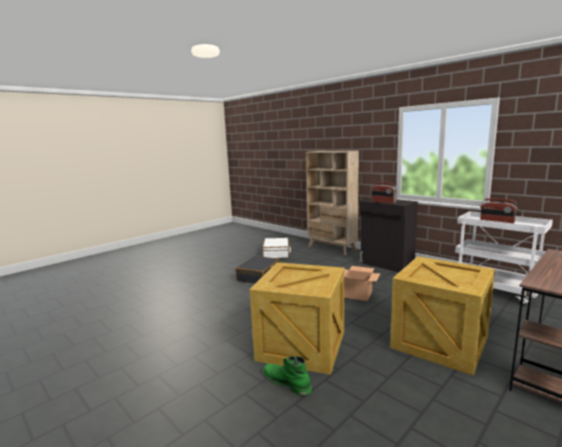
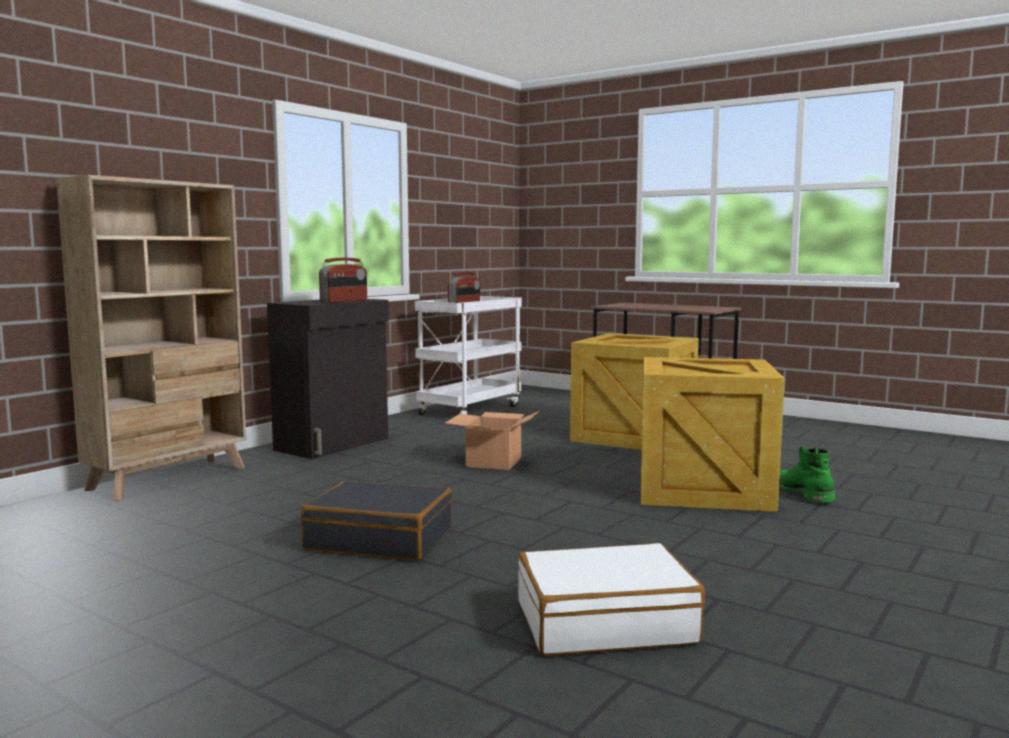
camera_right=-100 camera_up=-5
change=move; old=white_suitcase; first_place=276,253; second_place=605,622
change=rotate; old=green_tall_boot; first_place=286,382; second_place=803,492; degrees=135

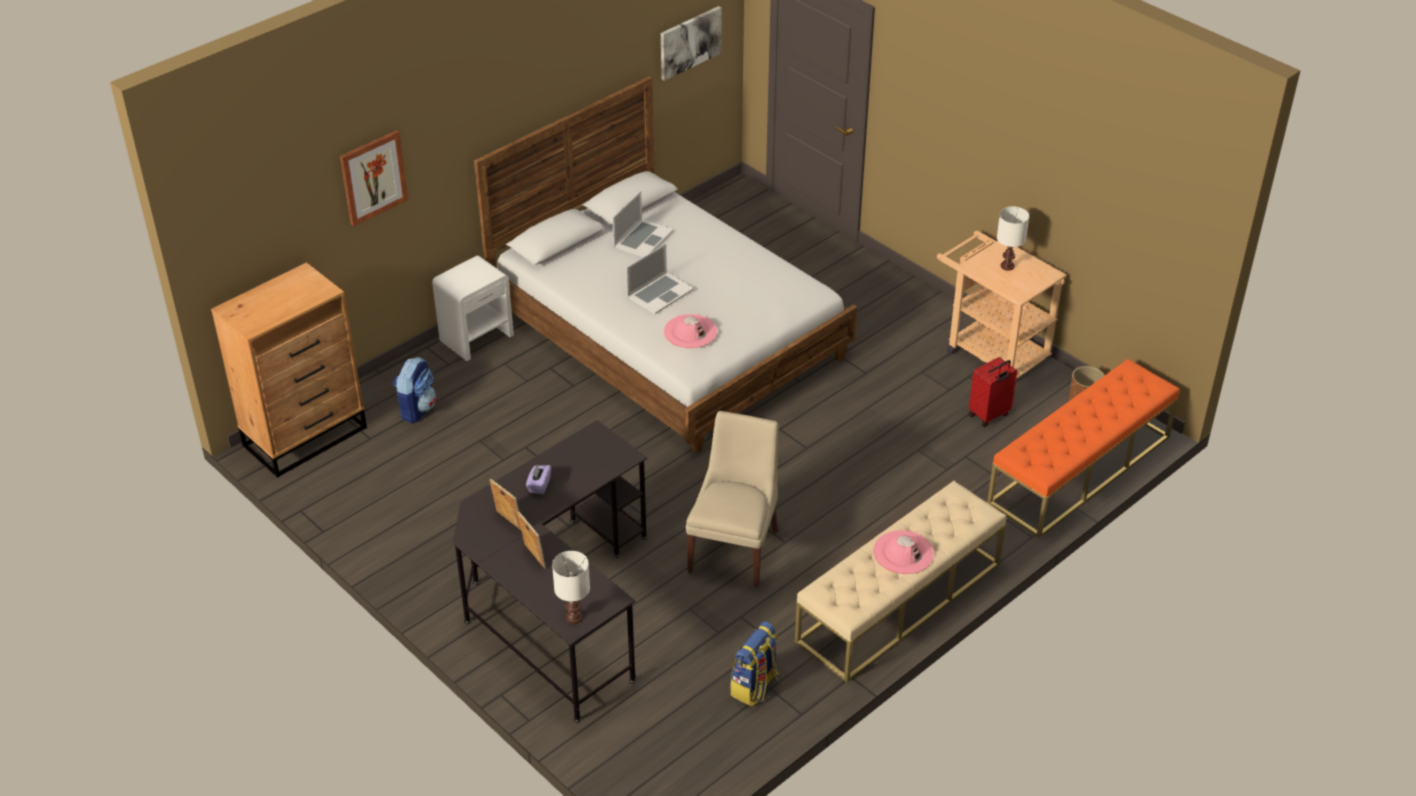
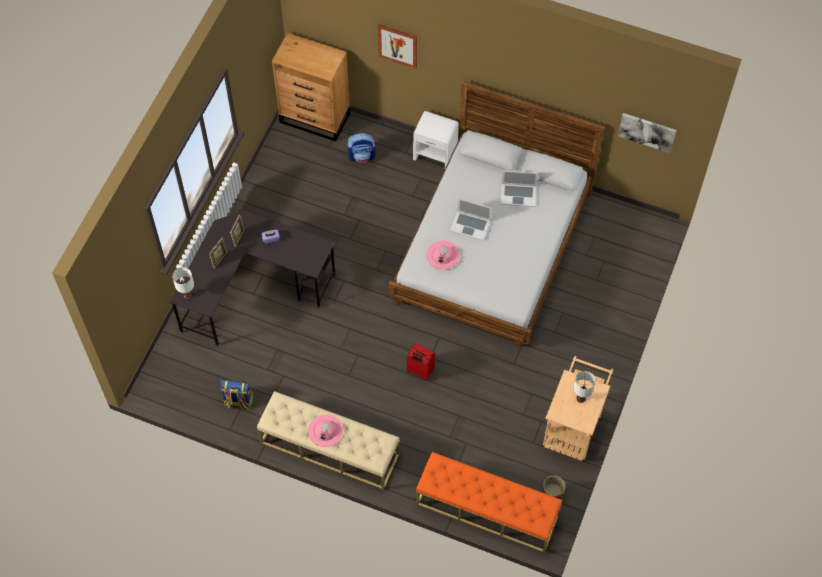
camera_right=65 camera_up=20
change=delete; old=beige_chair; first_place=734,548
change=move; old=red_suitcase; first_place=989,415; second_place=419,371

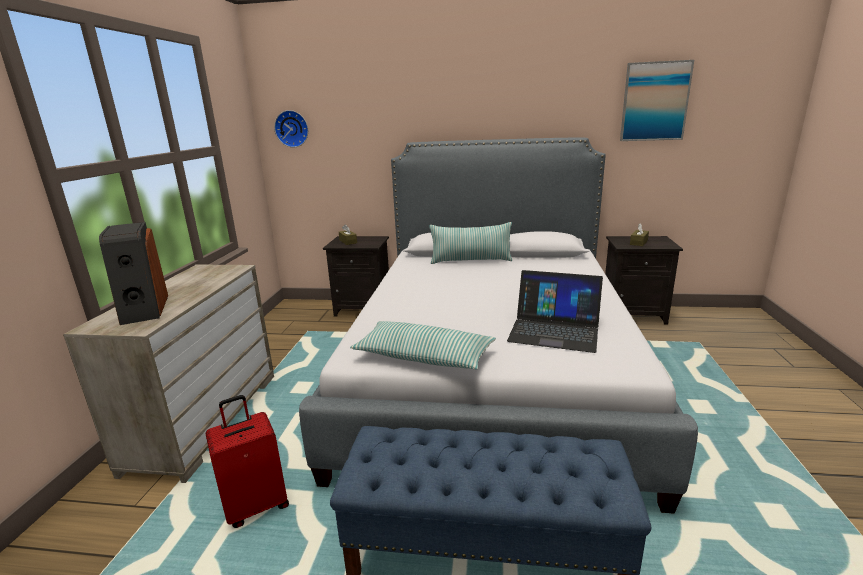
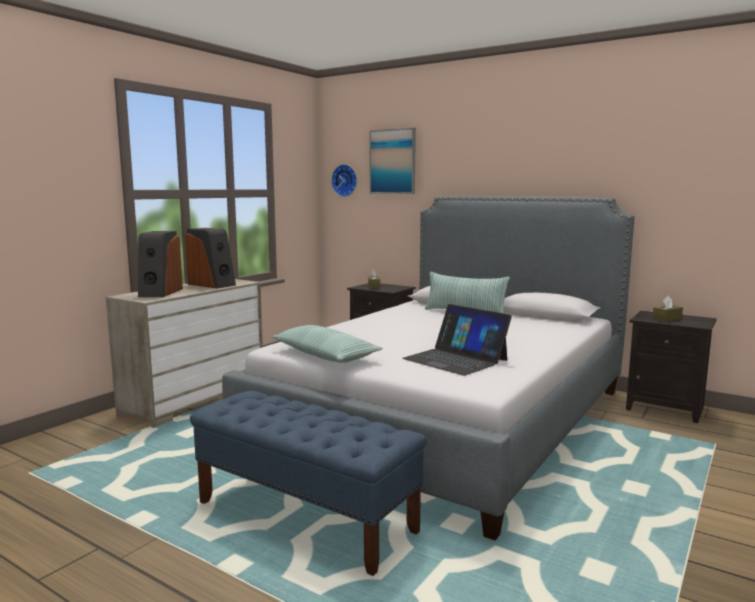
camera_right=25 camera_up=-10
change=delete; old=red_suitcase; first_place=256,505
change=insert; new=loudspeaker; second_place=212,284
change=move; old=wall_picture; first_place=654,101; second_place=393,161

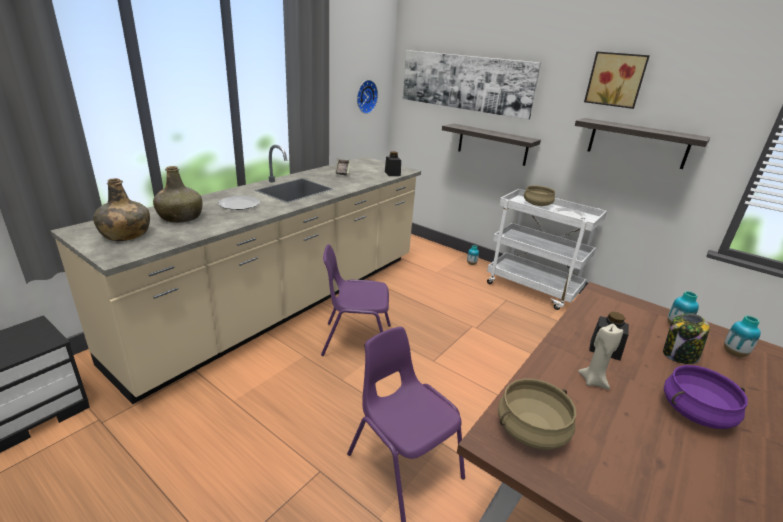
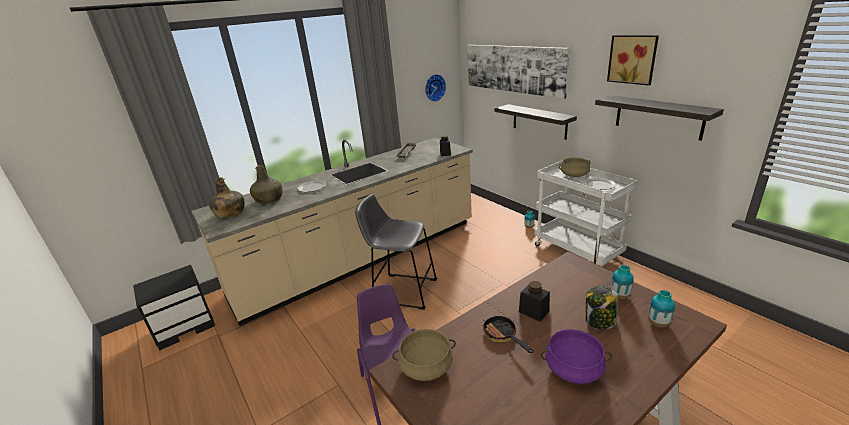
camera_right=20 camera_up=0
change=replace; old=purple_chair; new=greyish_sitting_stool; first_place=356,340; second_place=402,290
change=replace; old=beige_candle; new=skillet; first_place=593,381; second_place=503,336

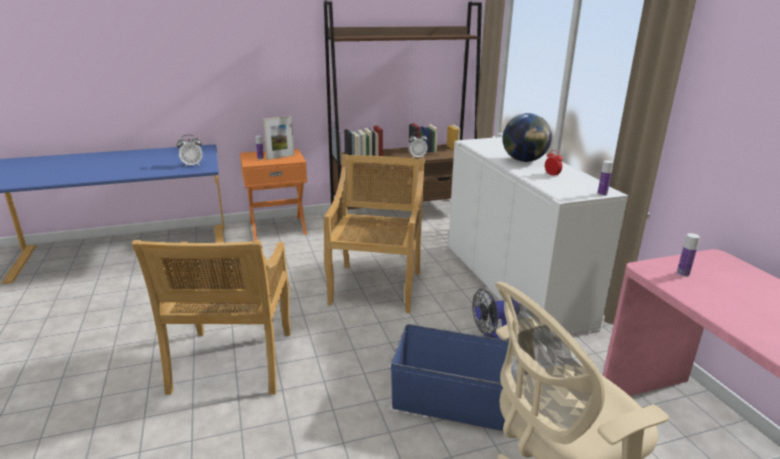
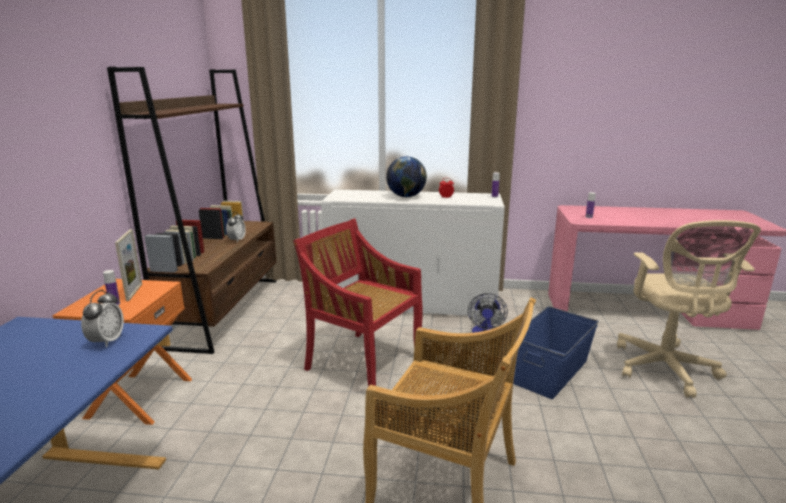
camera_right=-65 camera_up=-5
change=recolor; old=beige_chair; new=red_chair; first_place=376,287; second_place=362,362

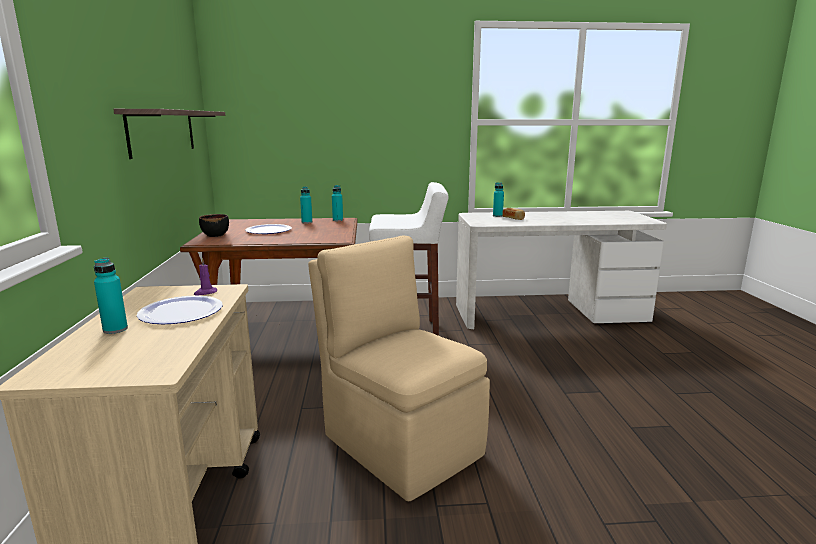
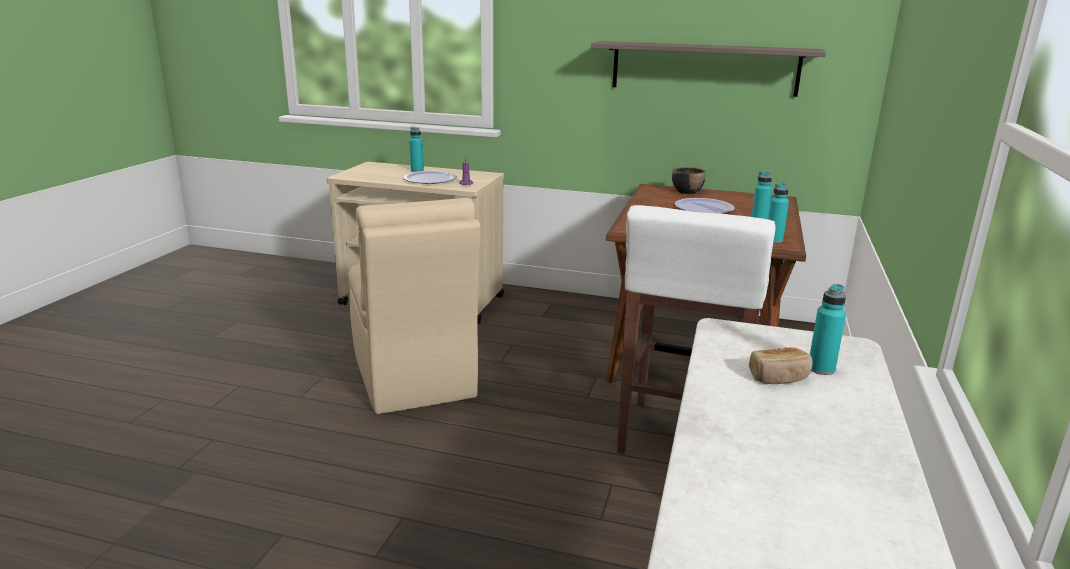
camera_right=110 camera_up=5
change=rotate; old=beige_chair; first_place=400,443; second_place=413,378; degrees=90

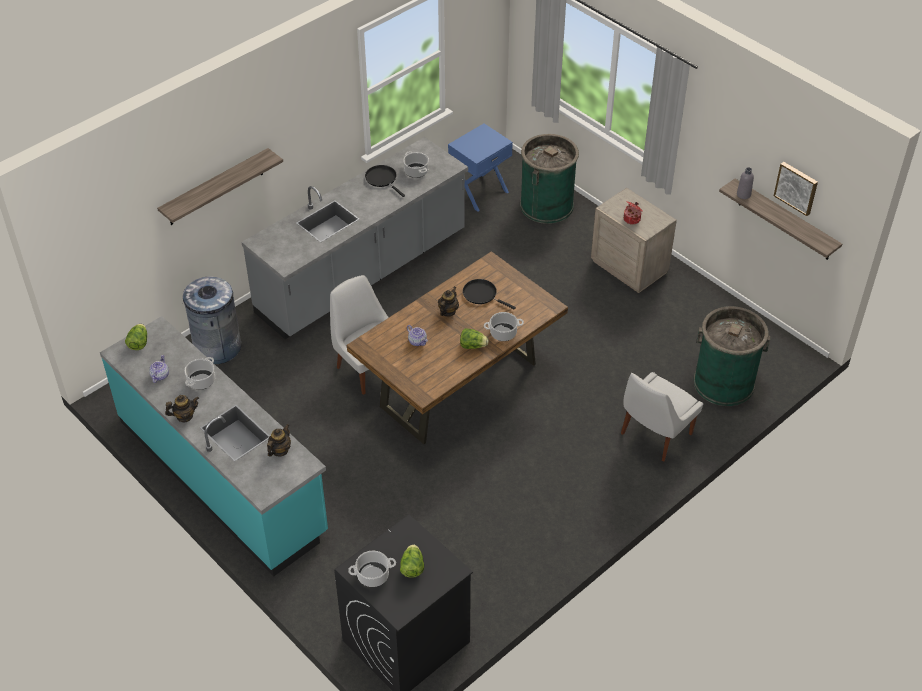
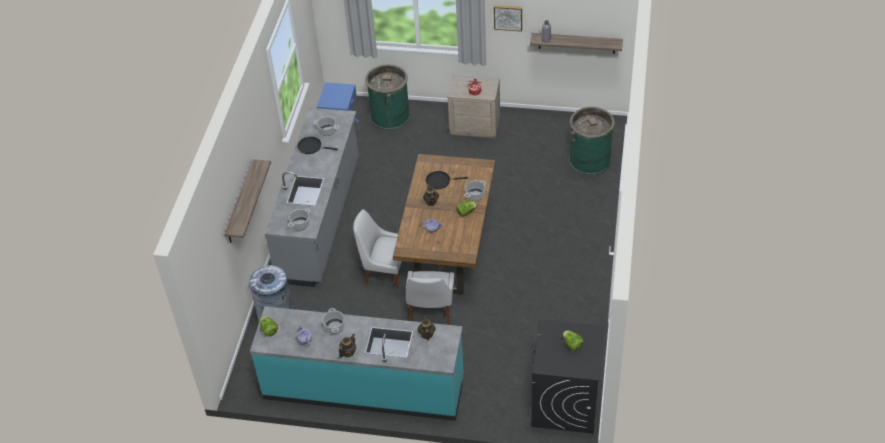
camera_right=-35 camera_up=0
change=move; old=cooking_pot; first_place=372,575; second_place=300,224
change=move; old=white_chair; first_place=654,435; second_place=431,311
change=move; old=wall_picture; first_place=796,187; second_place=508,17

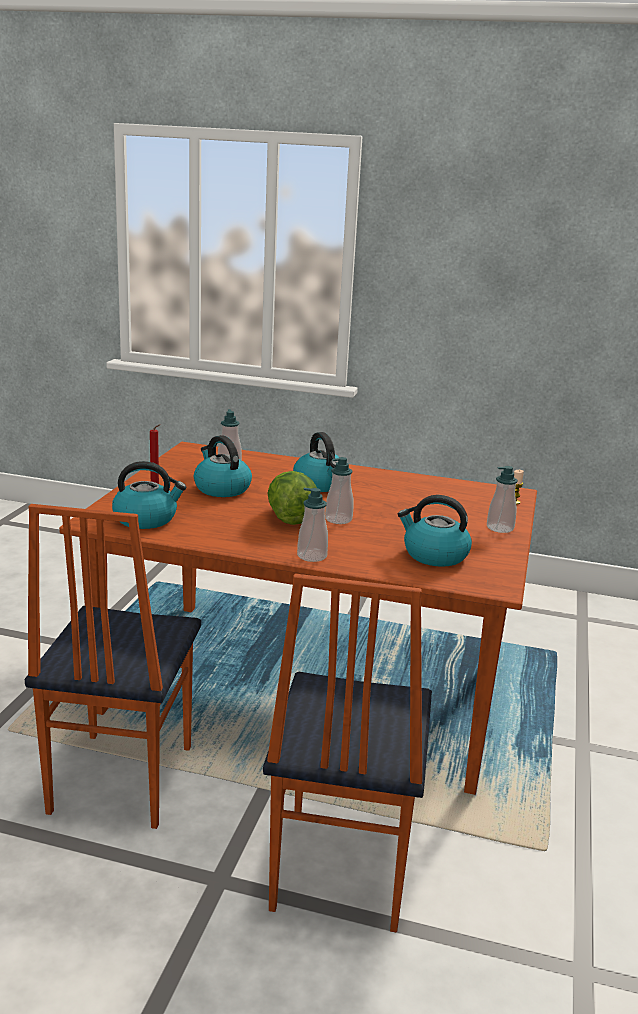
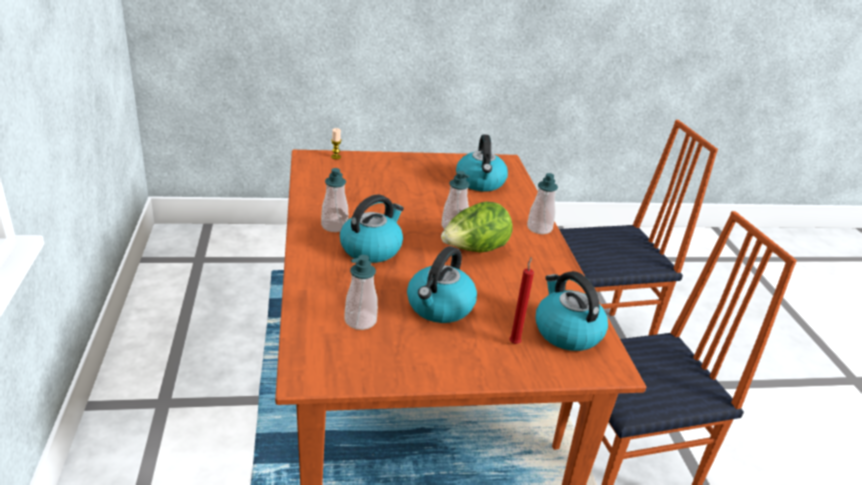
camera_right=-115 camera_up=10
change=move; old=liquid_soap_bottle; first_place=500,528; second_place=334,226

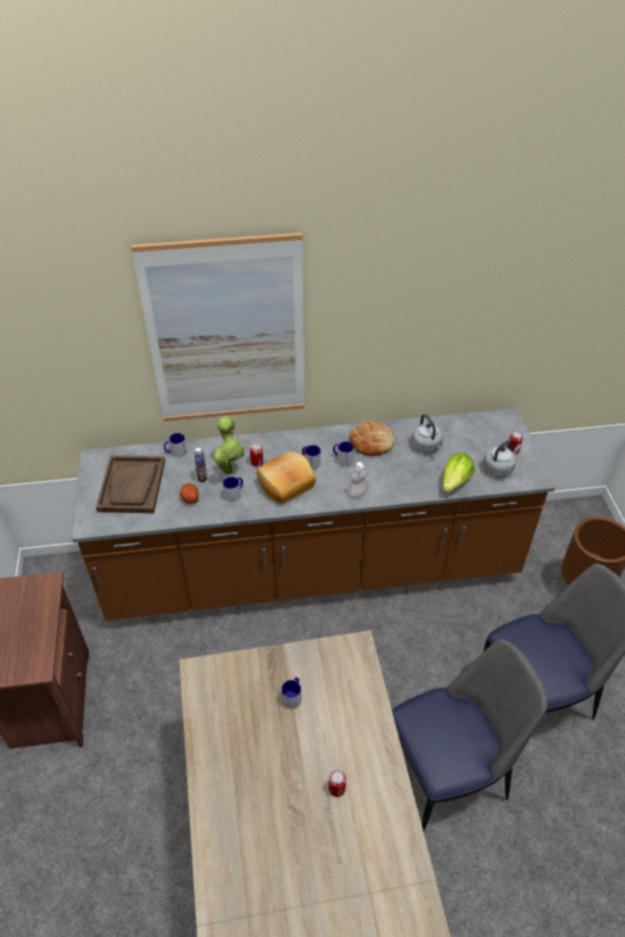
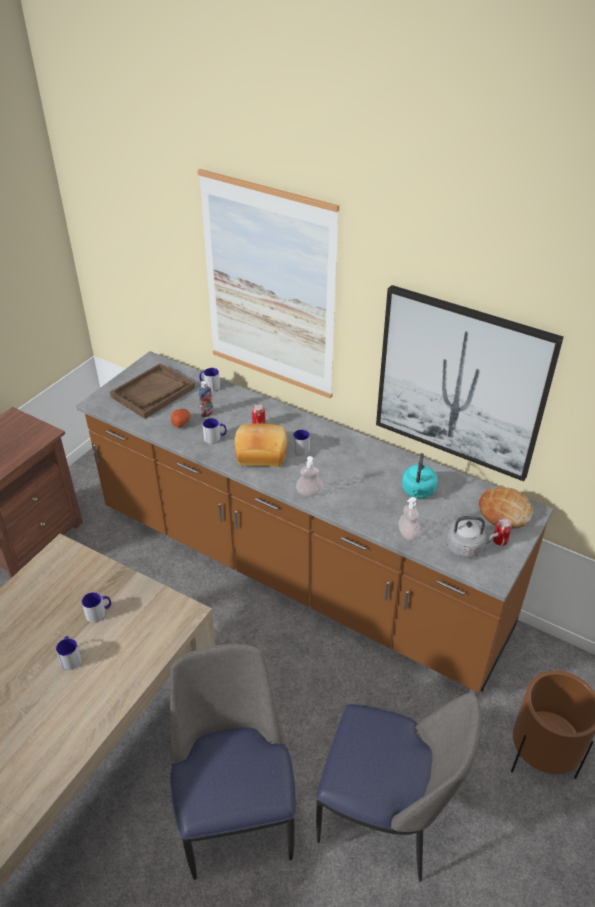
camera_right=40 camera_up=-5
change=delete; old=plant_in_a_pot; first_place=229,470
change=delete; old=metal_can; first_place=336,789
change=insert; new=wall_picture; second_place=461,383
change=move; old=tea_mug; first_place=342,459; second_place=71,657
change=move; old=bread; first_place=372,442; second_place=504,511
change=replace; old=lettuce_head; new=liquid_soap_bottle; first_place=455,482; second_place=408,534
change=recolor; old=greyish_water_kettle; new=turquoise-coloured_water_kettle; first_place=427,446; second_place=418,491
change=rotate; old=chair; first_place=449,772; second_place=236,811; degrees=-120

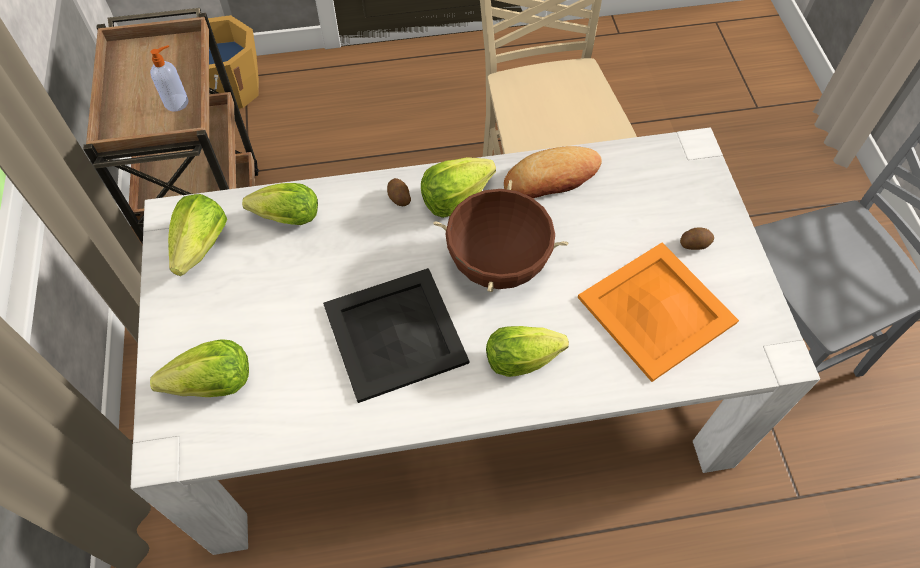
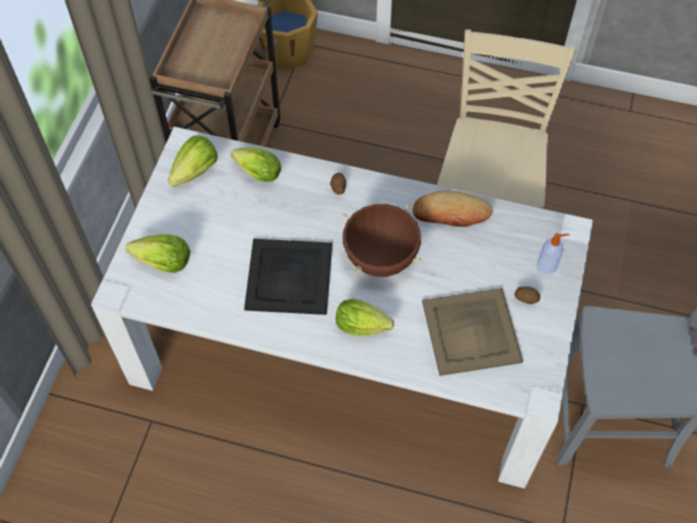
camera_right=25 camera_up=0
change=delete; old=lettuce_head; first_place=455,198
change=move; old=liquid_soap_bottle; first_place=177,102; second_place=548,265
change=recolor; old=orange-coloured_carrying_tray; new=beige_carrying_tray; first_place=656,308; second_place=472,330

